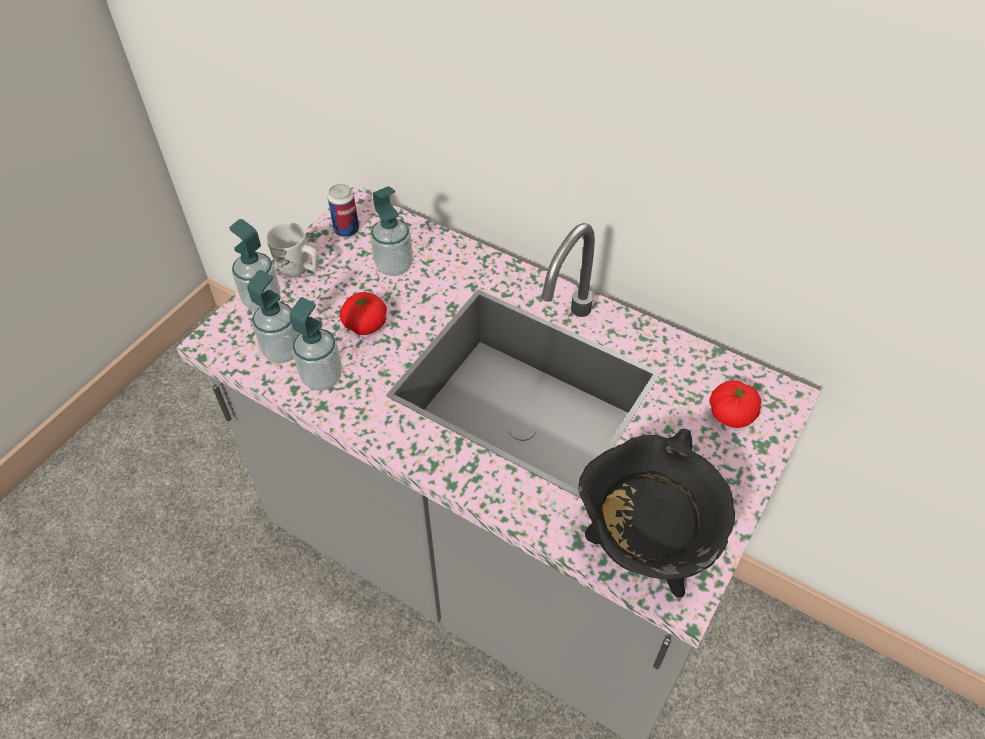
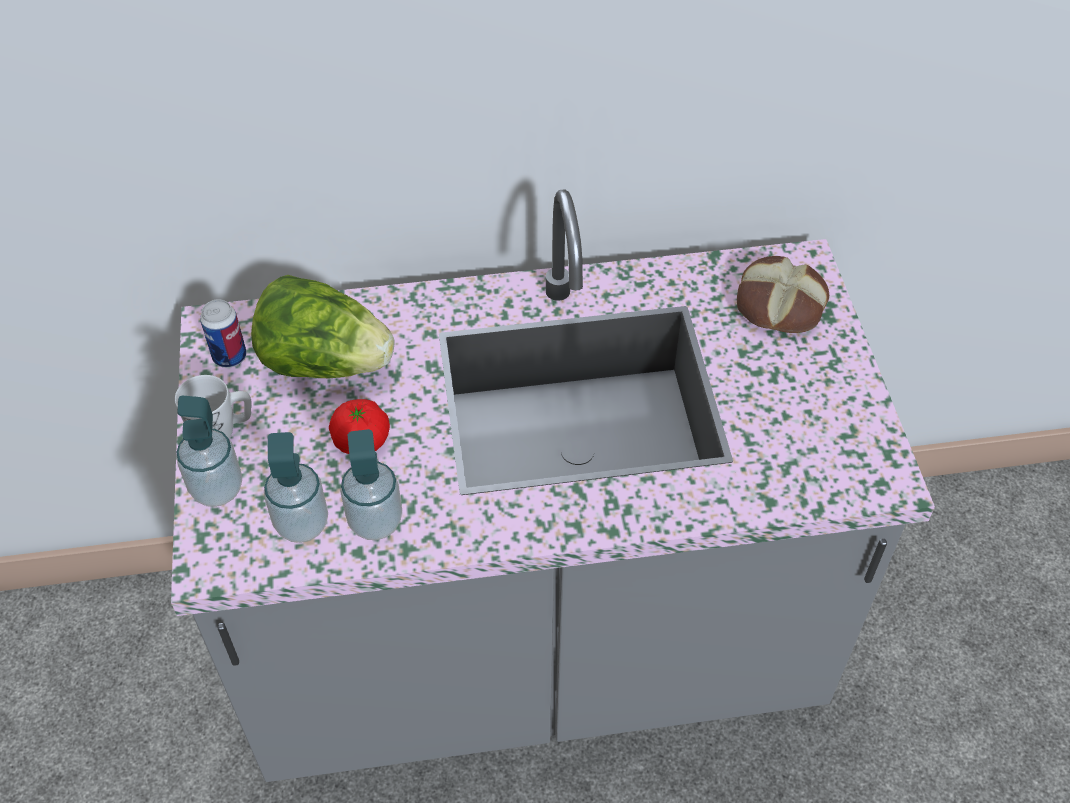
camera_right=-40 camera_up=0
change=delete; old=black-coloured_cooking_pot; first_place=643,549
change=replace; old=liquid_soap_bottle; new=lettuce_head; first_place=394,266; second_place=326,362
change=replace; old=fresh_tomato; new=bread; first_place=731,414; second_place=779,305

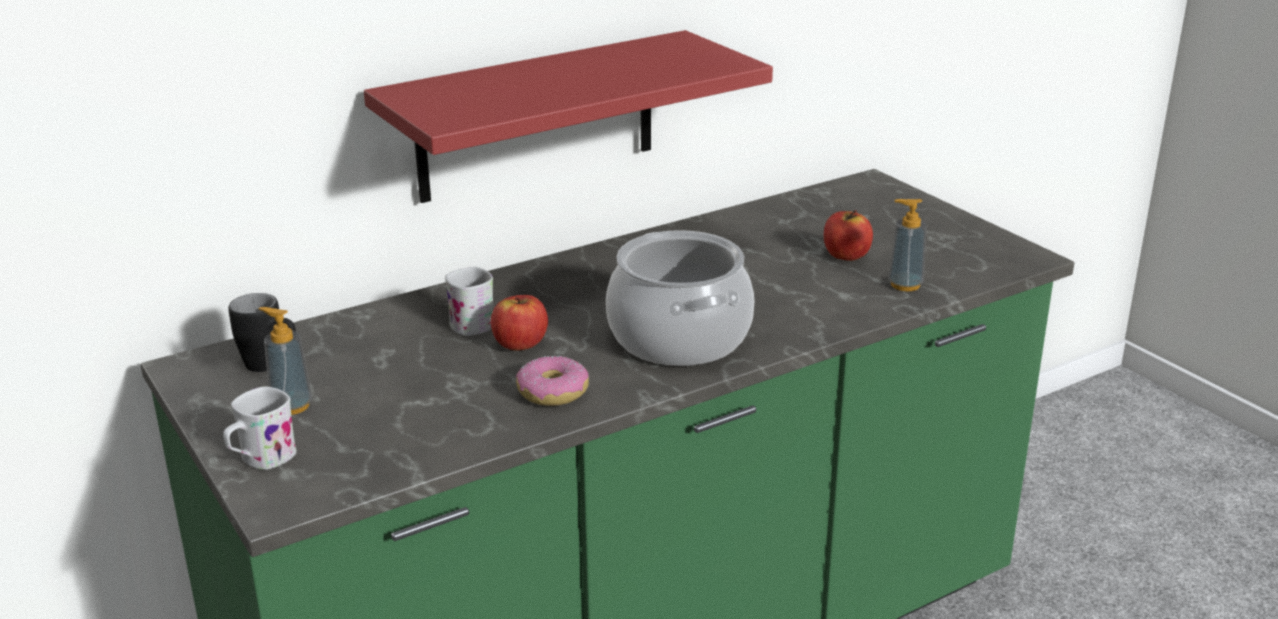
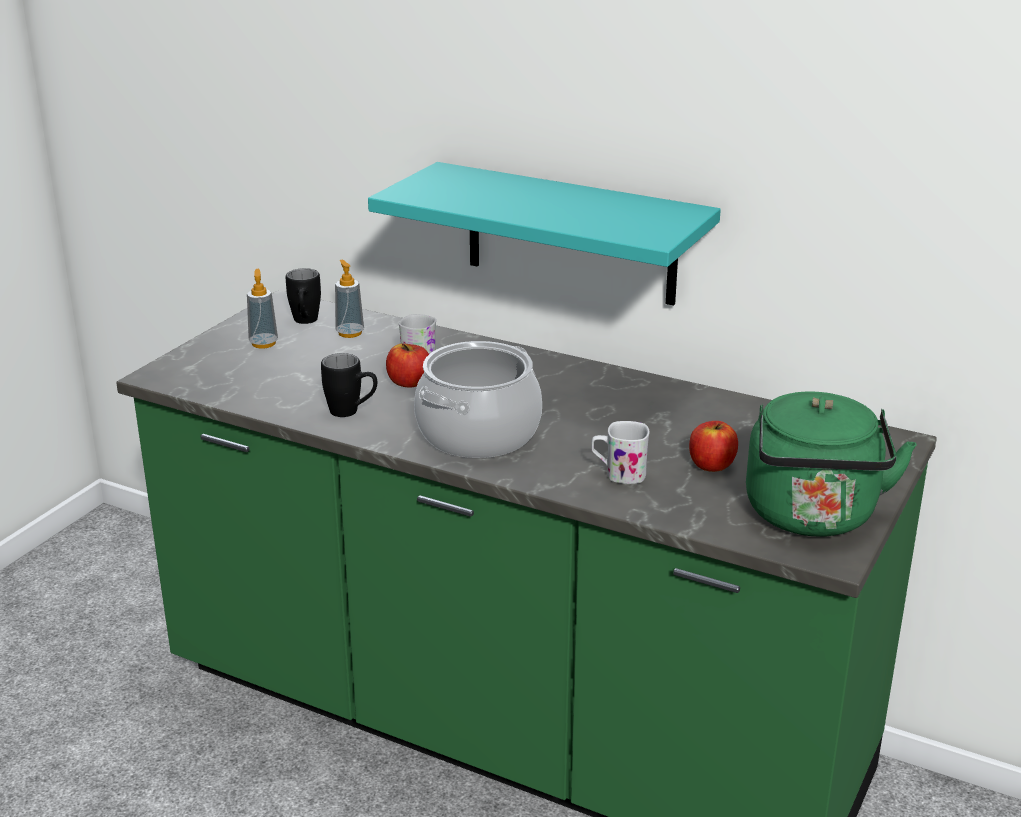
camera_right=60 camera_up=0
change=insert; new=green_water_kettle; second_place=812,517
change=move; old=white_tea_mug; first_place=261,460; second_place=618,474
change=move; old=liquid_soap_bottle; first_place=905,285; second_place=350,333
change=replace; old=doughnut; new=black-coloured_tea_mug; first_place=552,392; second_place=352,412
change=recolor; old=red_bracket_shelf; new=turquoise-coloured_bracket_shelf; first_place=537,117; second_place=571,234

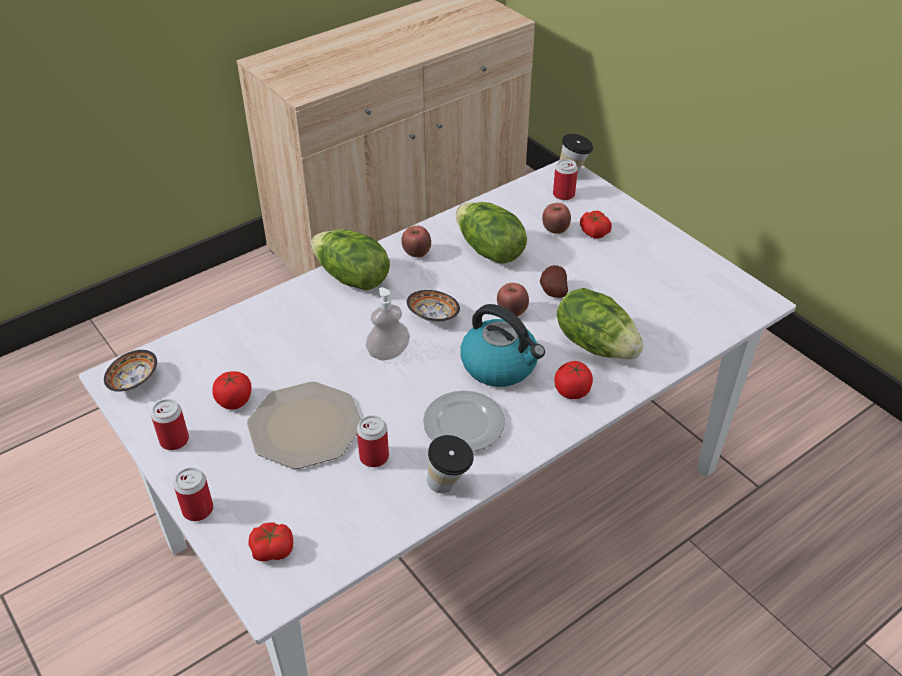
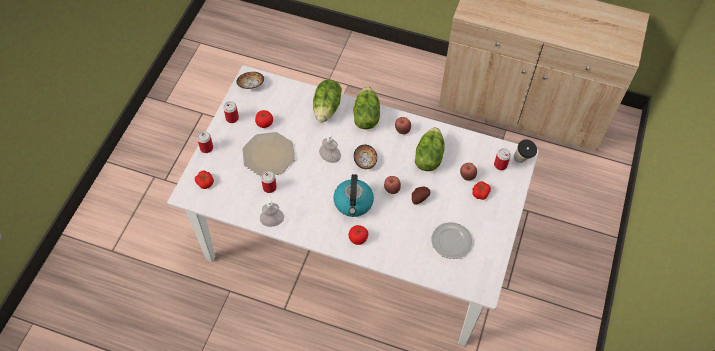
camera_right=55 camera_up=15
change=move; old=dinner_plate; first_place=465,424; second_place=451,242
change=move; old=lettuce_head; first_place=596,344; second_place=327,108
change=replace; old=drinking_cup; new=liquid_soap_bottle; first_place=449,486; second_place=272,221

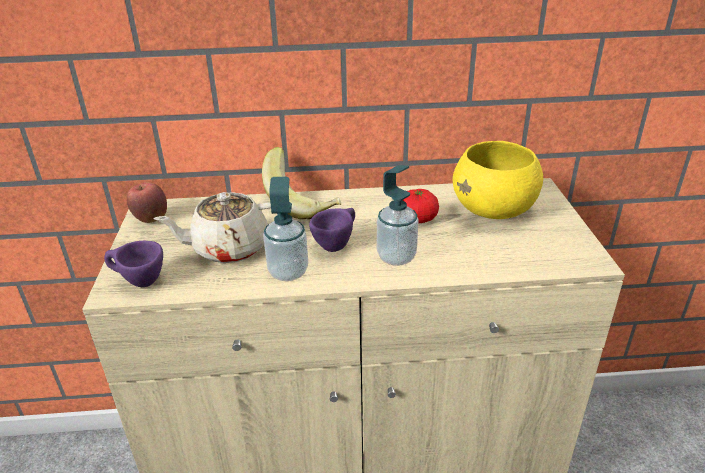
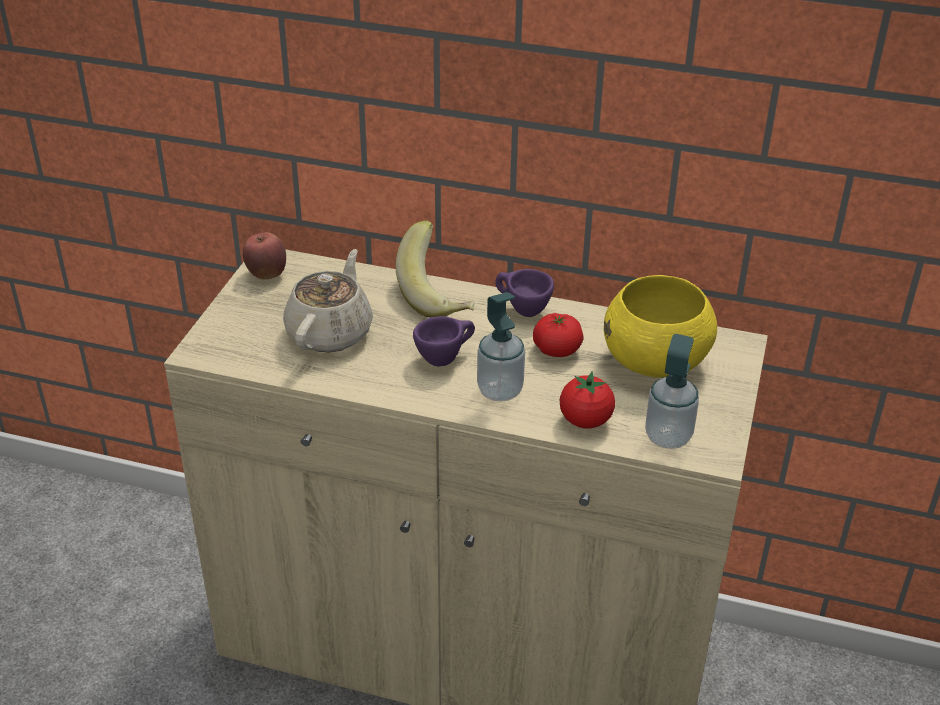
camera_right=20 camera_up=5
change=insert; new=fresh_tomato; second_place=585,421
change=move; old=purple_drinking_cup; first_place=138,282; second_place=521,310
change=move; old=liquid_soap_bottle; first_place=288,272; second_place=668,437
change=rotate; old=beige_tea_pot; first_place=229,248; second_place=330,332; degrees=105

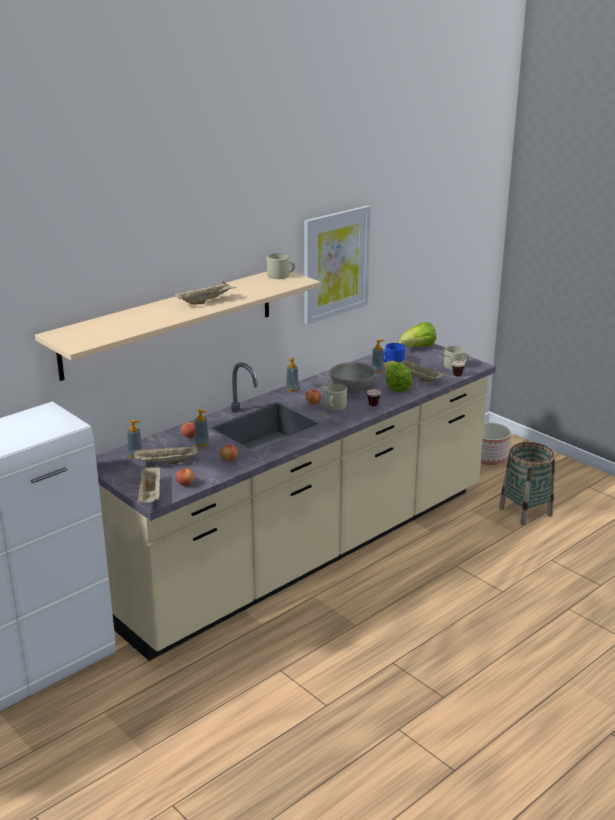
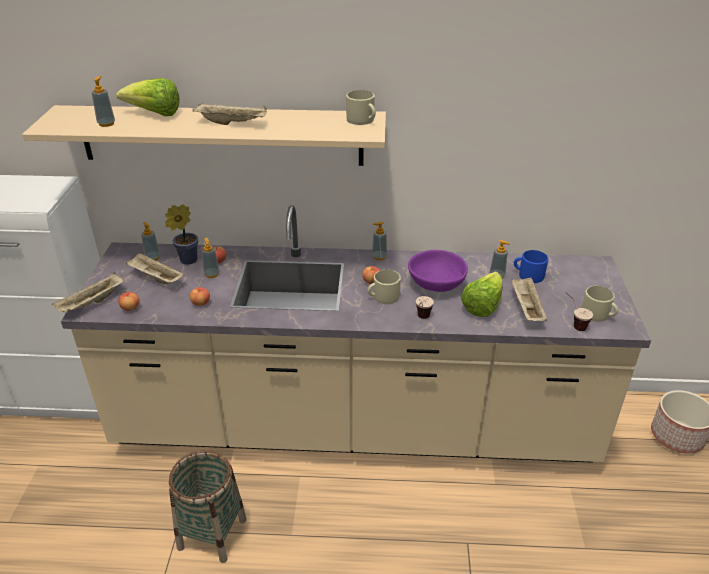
camera_right=45 camera_up=10
change=delete; old=wall_picture; first_place=335,264
change=insert; new=liquid_soap_bottle; second_place=106,124
change=insert; new=plant_in_a_pot; second_place=186,260
change=move; old=lettuce_head; first_place=417,348; second_place=155,114
change=move; old=household_basket; first_place=525,511; second_place=212,533
change=recolor; old=greyish_deep_dish; new=purple_deep_dish; first_place=352,388; second_place=436,284

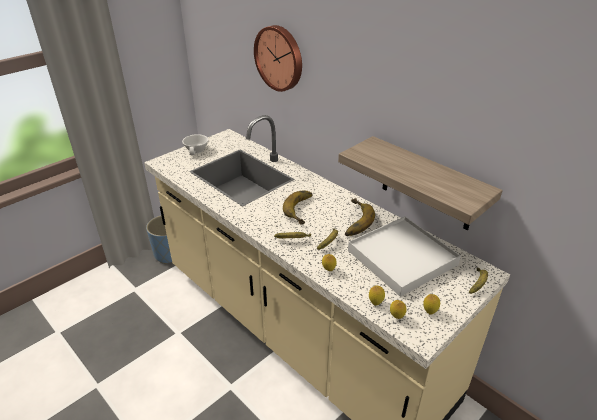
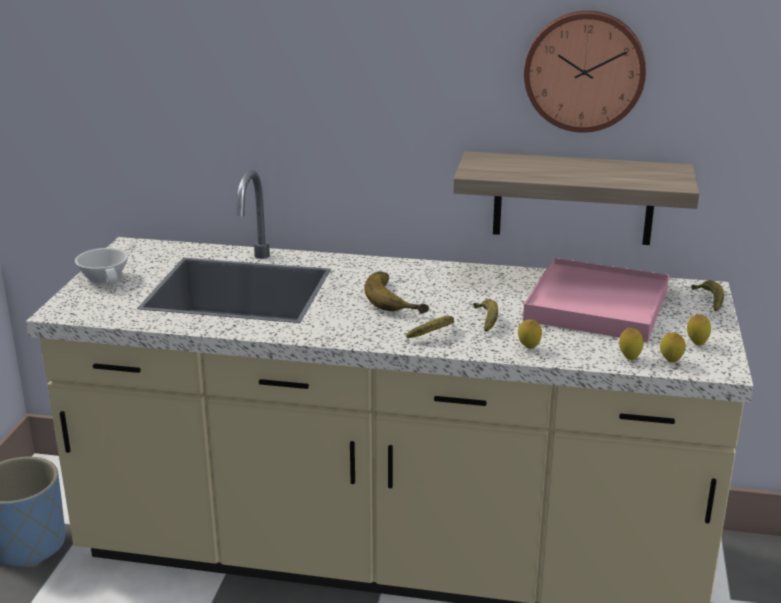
camera_right=-35 camera_up=-10
change=delete; old=banana_fruit; first_place=353,220
change=move; old=clock_on_the_wall; first_place=280,58; second_place=584,70
change=recolor; old=white_carrying_tray; new=pink_carrying_tray; first_place=402,257; second_place=597,305

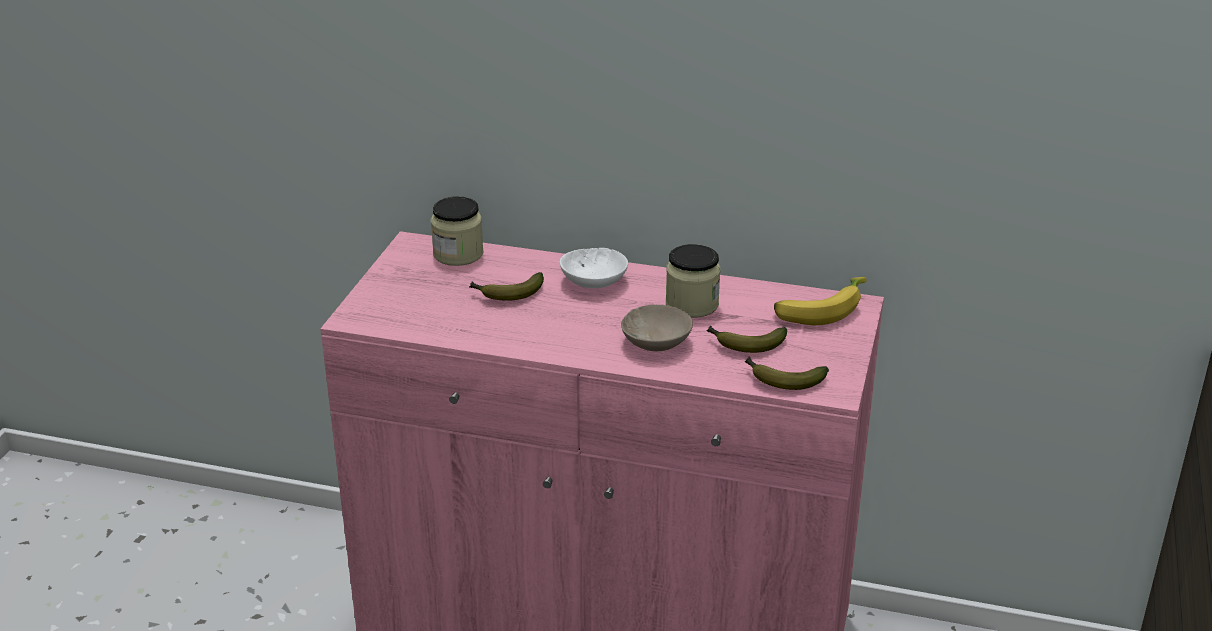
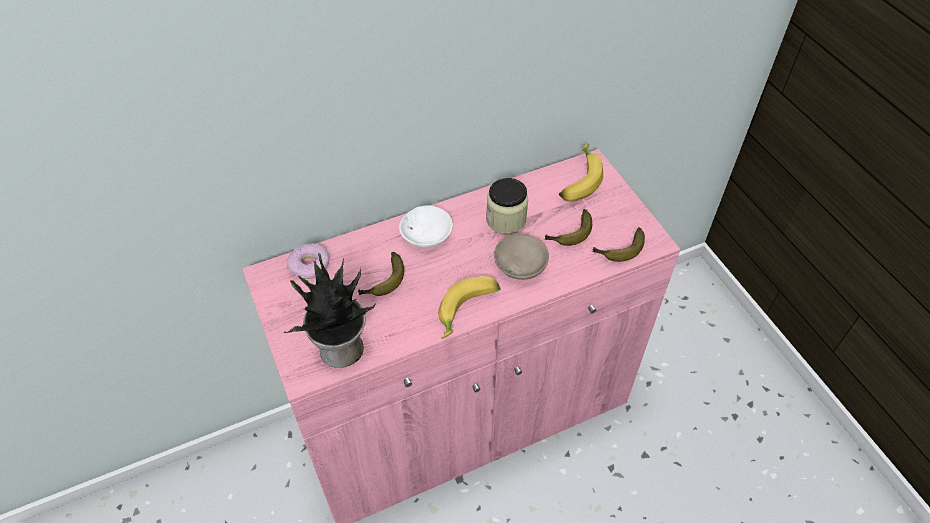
camera_right=-40 camera_up=20
change=insert; new=plant_in_a_pot; second_place=341,350
change=insert; new=banana_fruit; second_place=468,311
change=replace; old=preserve_jar; new=doughnut; first_place=458,254; second_place=310,265

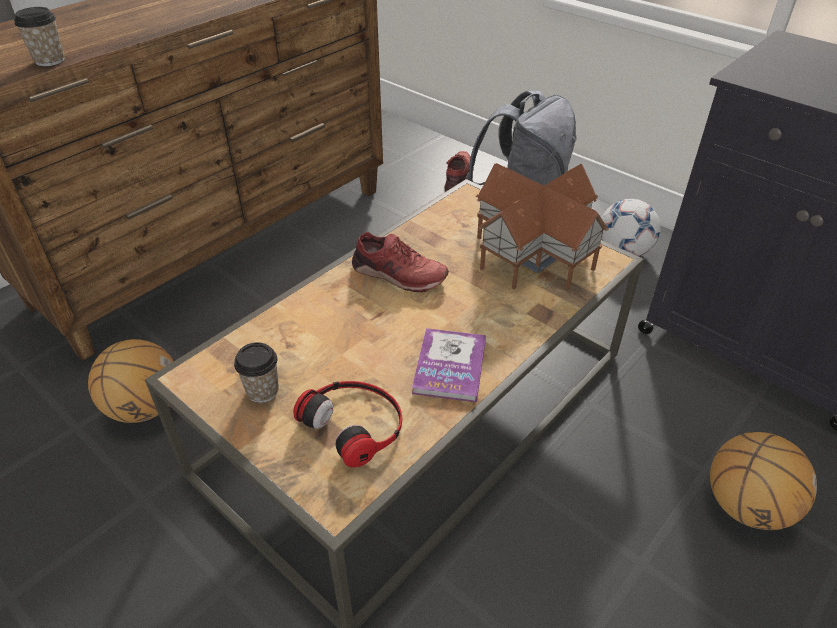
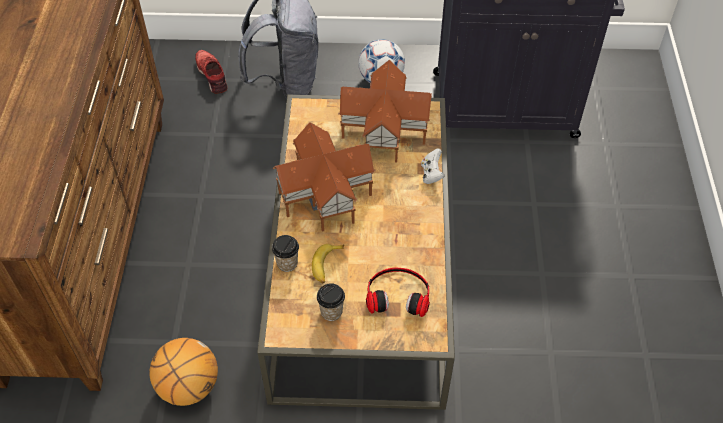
camera_right=-40 camera_up=10
change=delete; old=book; first_place=450,366
change=delete; old=ball_for_basketball; first_place=745,506
change=insert; new=banana_fruit; second_place=326,266
change=insert; new=white_game_controller; second_place=431,174
change=move; old=drinking_cup; first_place=50,60; second_place=287,263
change=replace; old=red_shoe; new=miniature_house; first_place=398,275; second_place=323,193

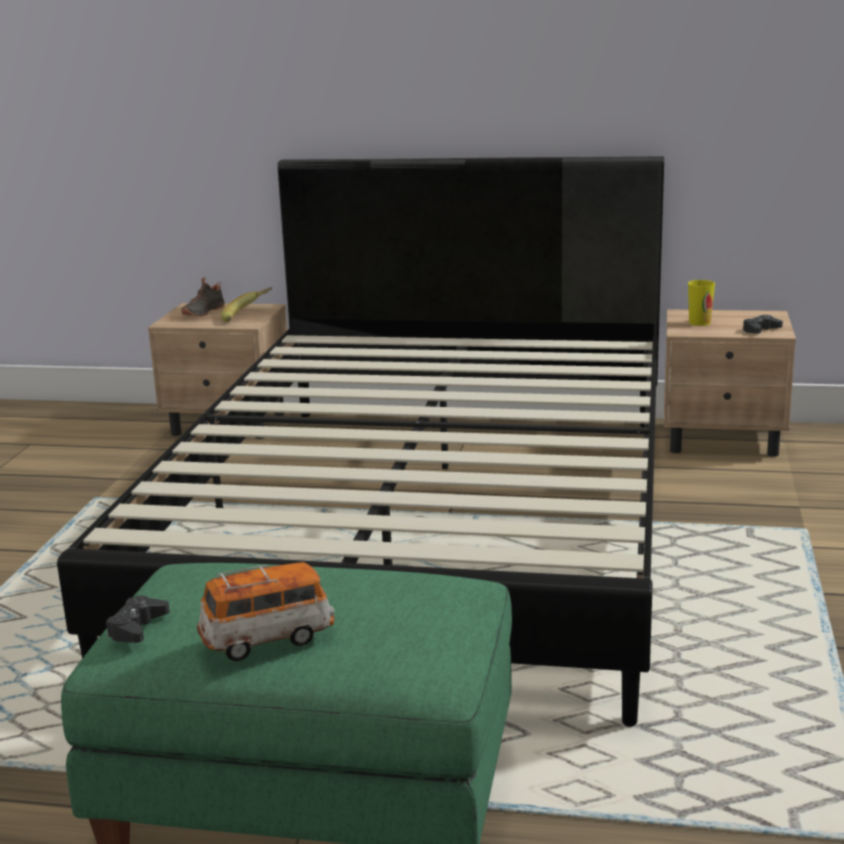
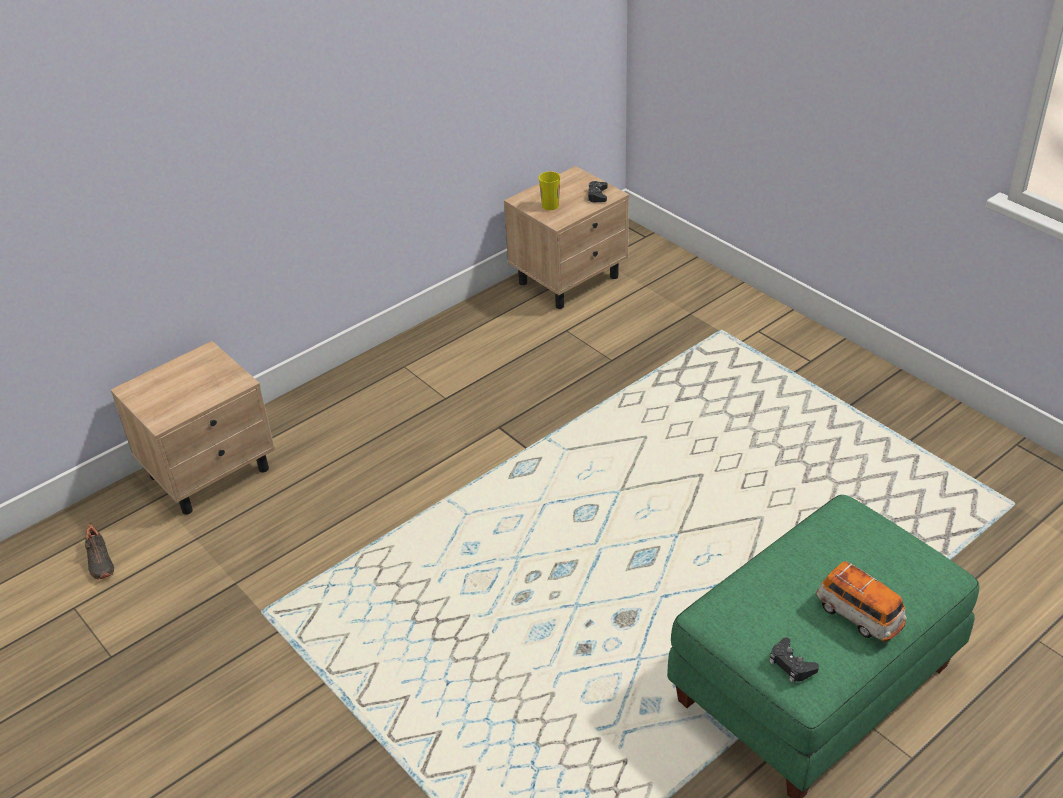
camera_right=-50 camera_up=20
change=delete; old=black-coloured_bed; first_place=427,527
change=delete; old=banana_fruit; first_place=248,317
change=move; old=black-coloured_shoe; first_place=202,312; second_place=99,561
change=rotate; old=miniature_car; first_place=268,639; second_place=859,615; degrees=120

